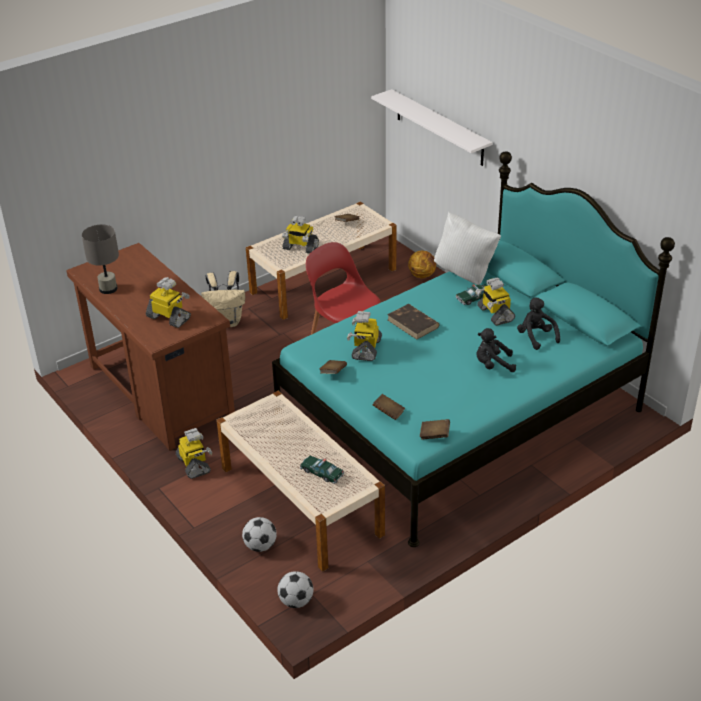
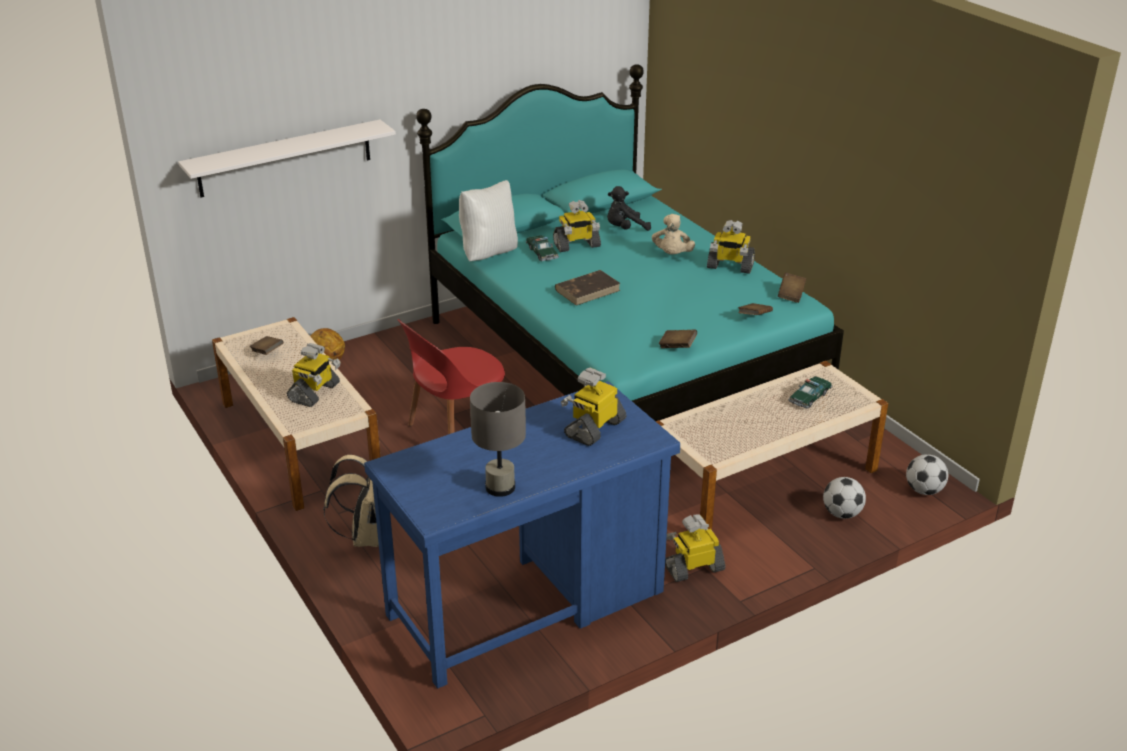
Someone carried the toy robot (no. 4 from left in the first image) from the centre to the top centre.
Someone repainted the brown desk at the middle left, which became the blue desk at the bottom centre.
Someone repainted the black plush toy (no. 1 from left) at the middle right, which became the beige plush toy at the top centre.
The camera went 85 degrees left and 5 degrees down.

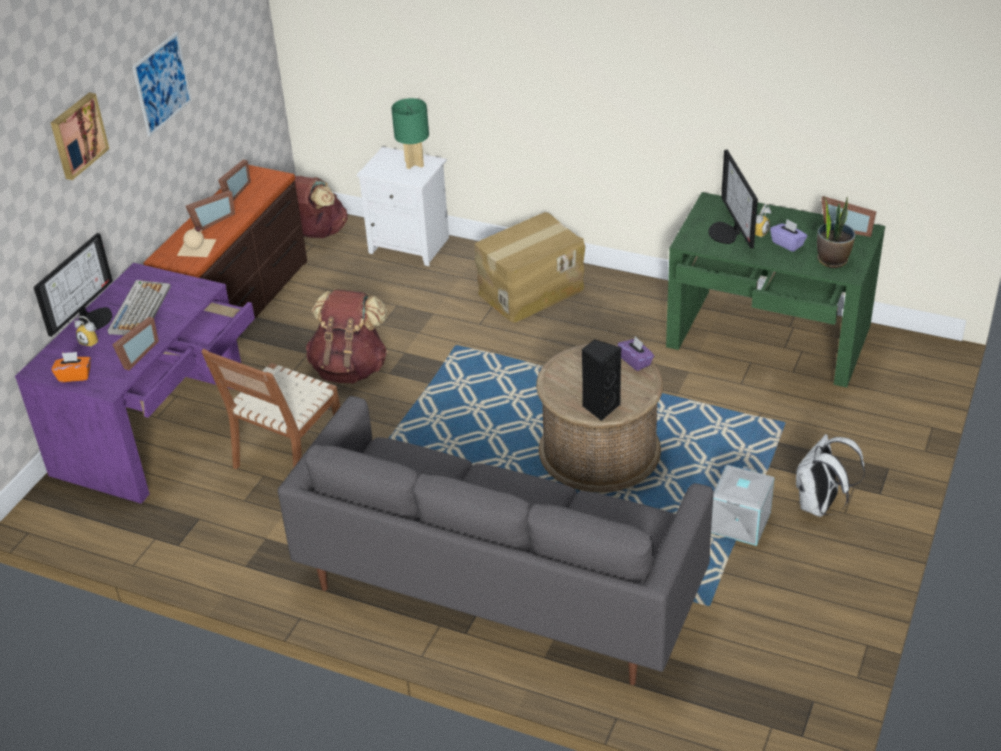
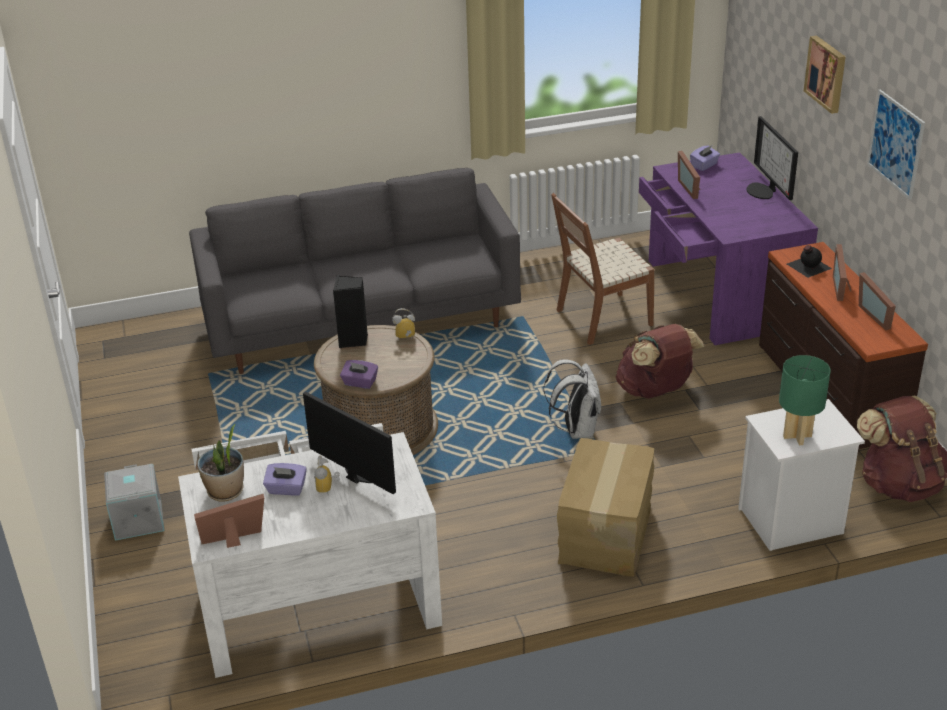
Someone took away the keyboard at the middle left.
Someone carried the alarm clock (no. 1 from left in the first image) from the middle left to the centre.
Someone carried the grey storage box from the bottom right to the bottom left.
Someone carried the white backpack from the middle right to the centre.
Someone repainted the orange tissue box at the middle left, which became the purple tissue box (no. 3 from left) at the top right.
Someone repainted the beige bottle at the top left, which became the black bottle at the middle right.
Someone repainted the green desk at the middle right, which became the white desk at the bottom left.
Someone rotated the chair at the middle left by 105 degrees counterclockwise.
The camera went 140 degrees right and 5 degrees down.

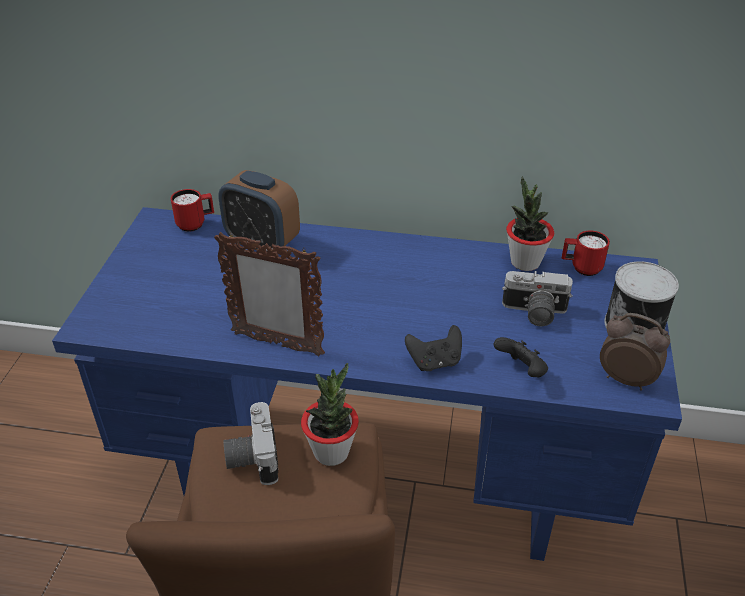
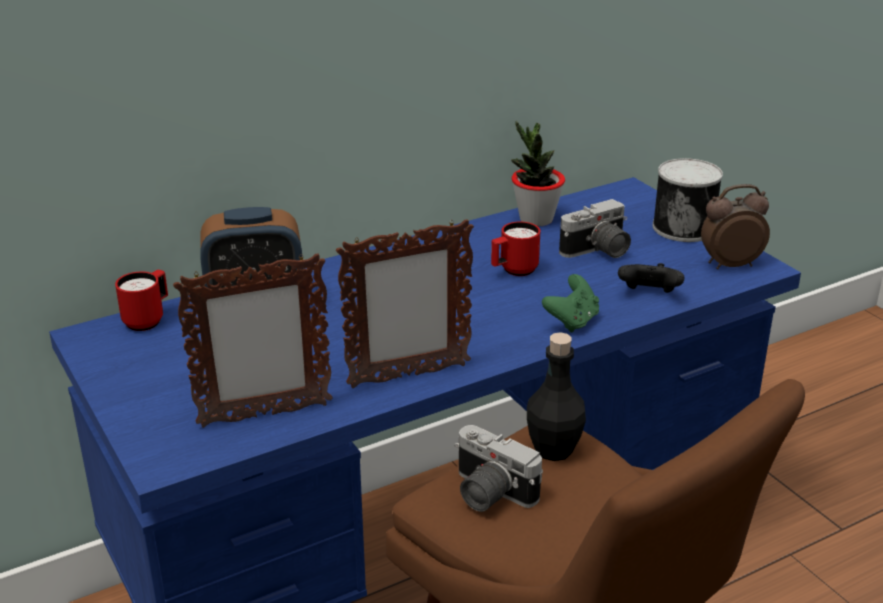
Someone put down the picture frame (no. 1 from left) at the middle left.
Someone carried the red mug (no. 2 from left) from the middle right to the centre.
Someone swapped the potted plant (no. 1 from left) at the bottom centre for the black bottle at the centre.
Someone repainted the black game controller (no. 1 from left) at the centre, which became the green game controller at the centre.
The camera went 40 degrees left and 10 degrees down.

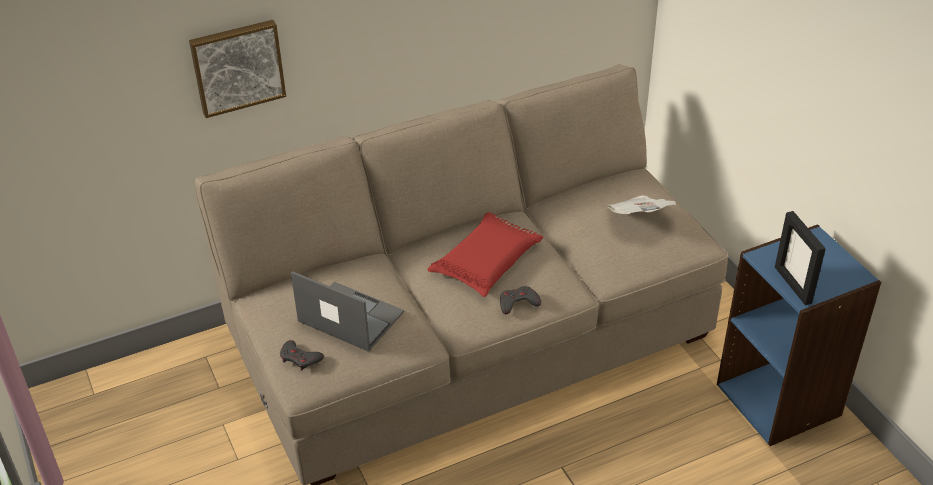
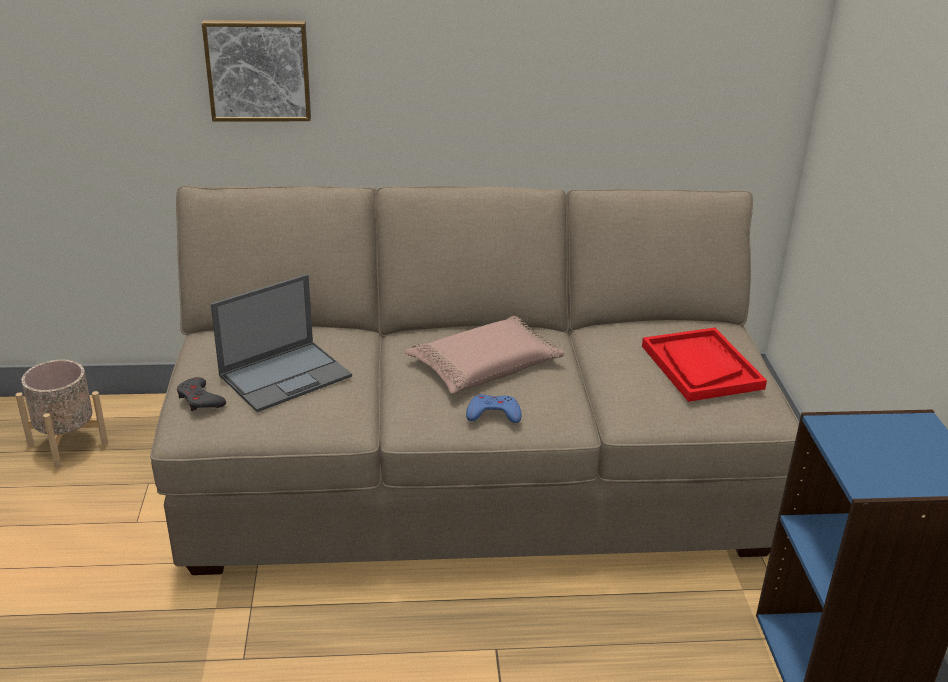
Someone took away the picture frame at the middle right.
Someone put down the beige planter at the middle left.
Someone swapped the newspaper at the middle right for the red tray at the middle right.
Someone repainted the red pillow at the centre, which became the beige pillow at the centre.
Someone repainted the grey game controller (no. 2 from left) at the centre, which became the blue game controller at the centre.
Someone rotated the laptop at the centre by 90 degrees clockwise.
The camera went 20 degrees right and 10 degrees down.

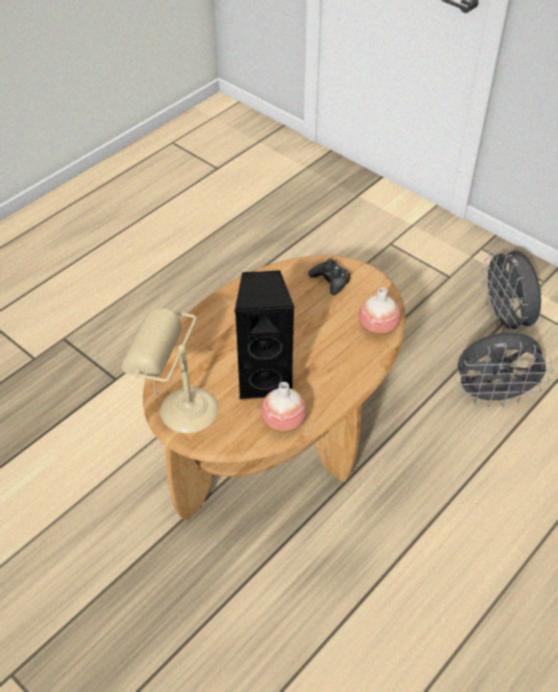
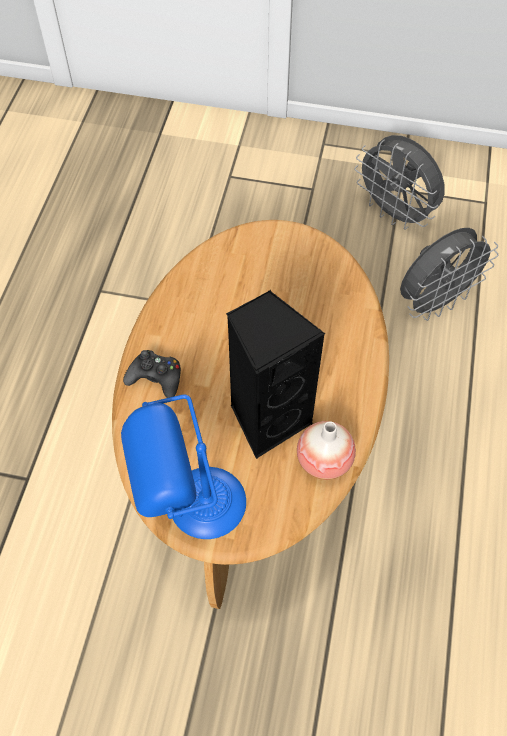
Someone took away the vase (no. 2 from left) at the middle right.
Someone carried the black game controller from the centre to the middle left.
Someone repainted the beige table lamp at the middle left, which became the blue table lamp at the centre.
The camera went 30 degrees left and 10 degrees up.

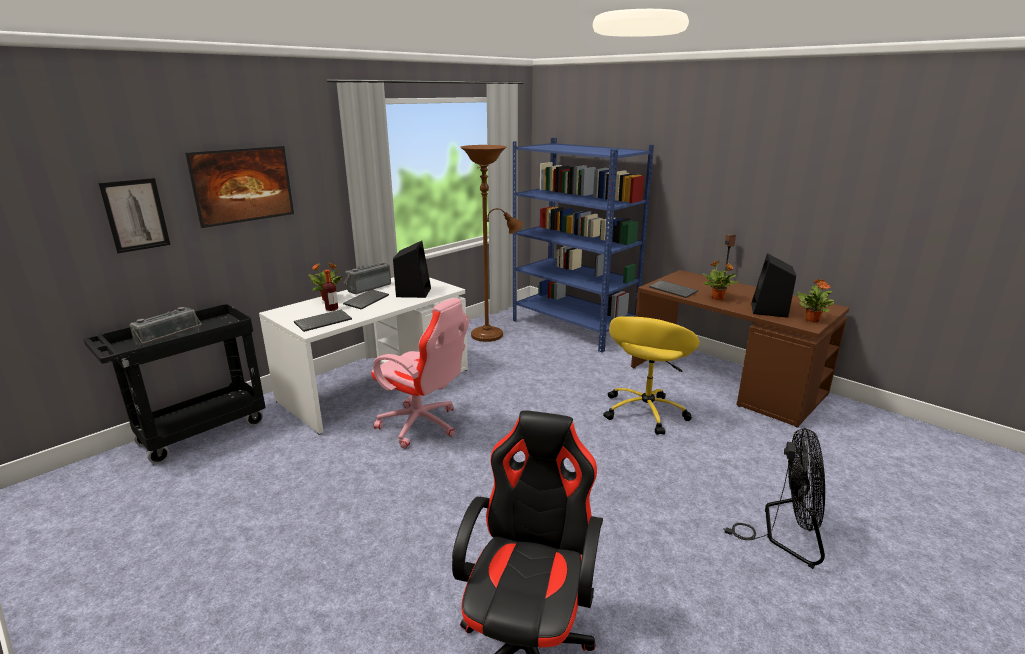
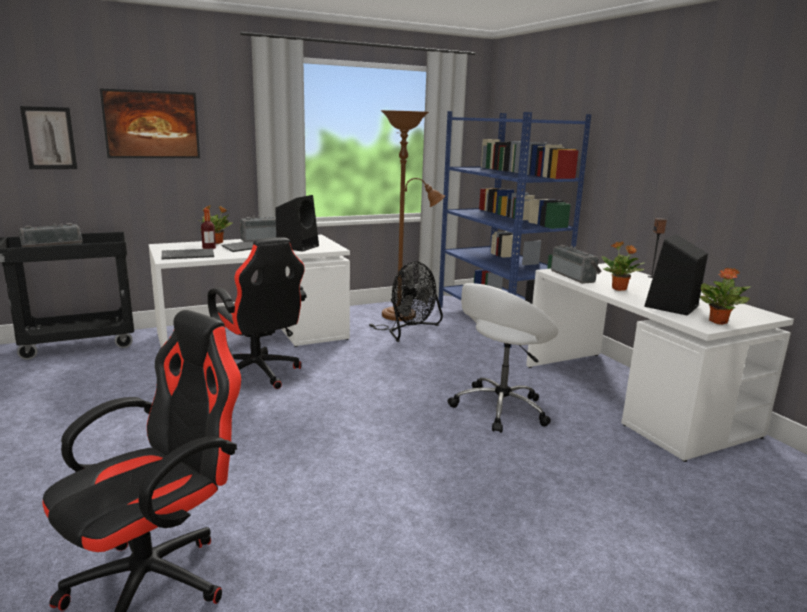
Someone carried the black fan from the bottom right to the centre.
Someone swapped the keyboard (no. 3 from left) at the centre for the radio (no. 3 from left) at the middle right.
Someone repainted the pink office chair at the centre, which became the black office chair (no. 2 from left) at the middle left.
Someone repainted the yellow office chair at the centre, which became the white office chair at the centre.
Someone repainted the brown desk at the middle right, which became the white desk (no. 2 from left) at the middle right.
The camera went 20 degrees right and 5 degrees down.

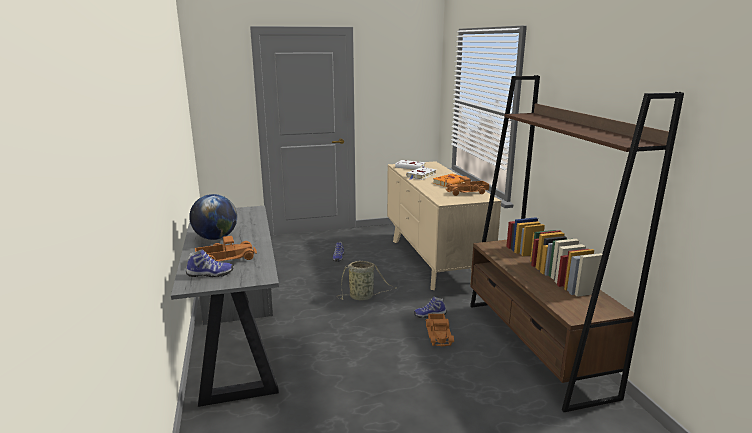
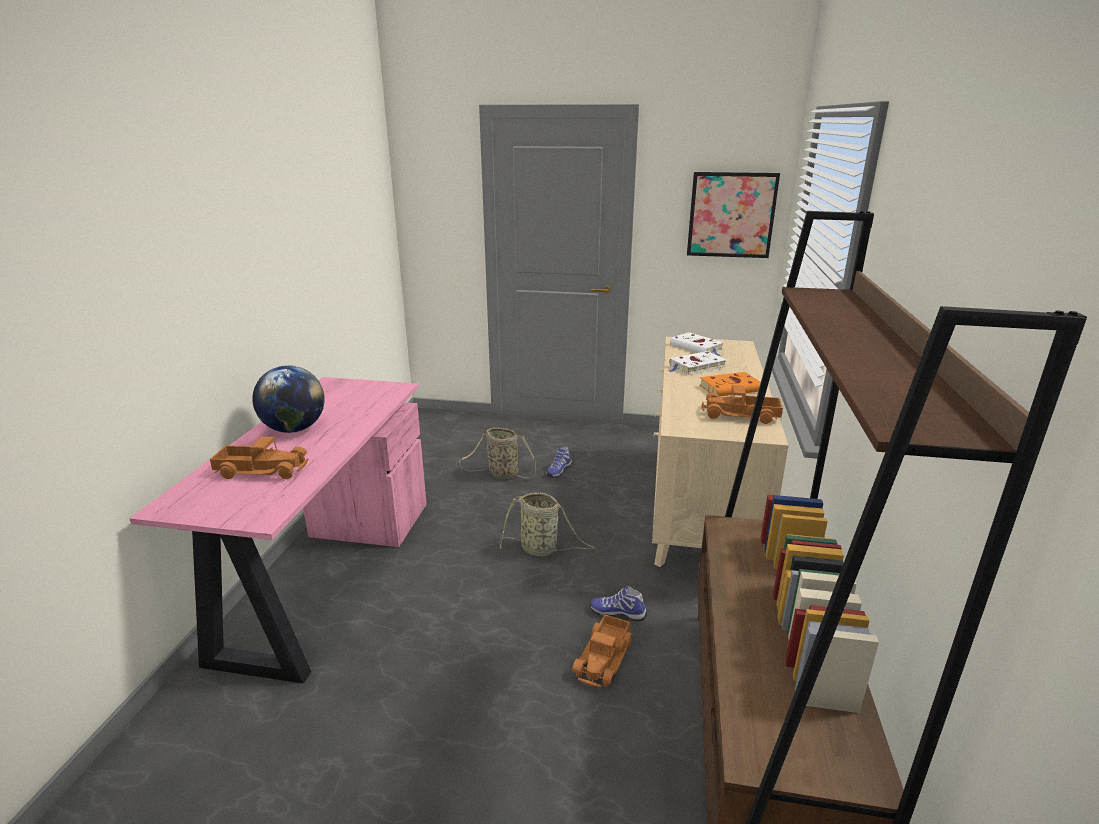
Someone took away the shoe (no. 1 from left) at the middle left.
Someone put down the basket (no. 1 from left) at the centre.
Someone put up the picture at the top right.
Someone repainted the grey desk at the bottom left, which became the pink desk at the middle left.
The camera went 25 degrees right and 5 degrees up.

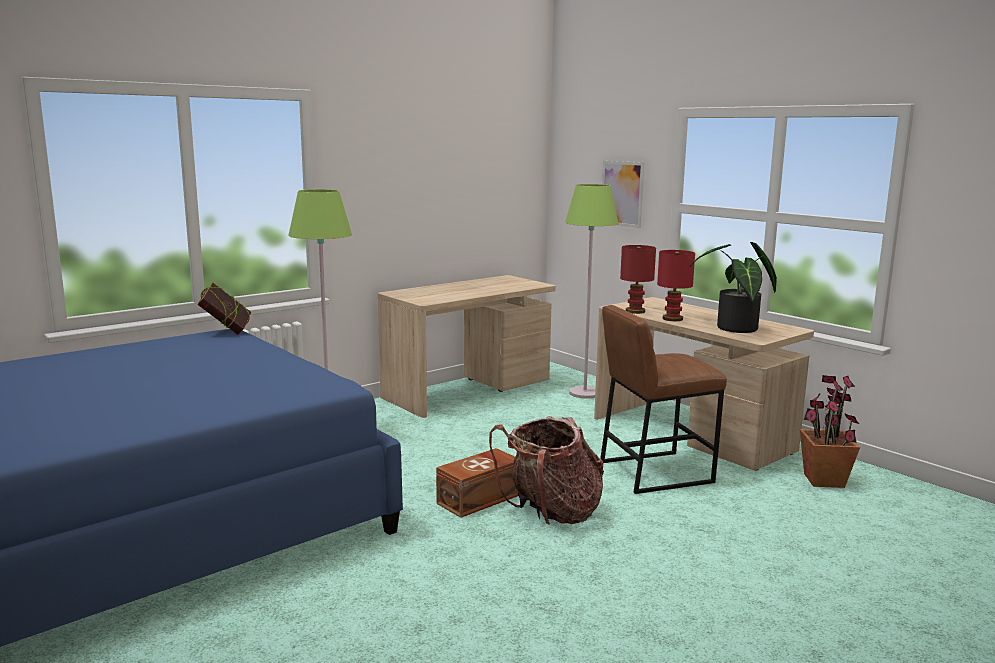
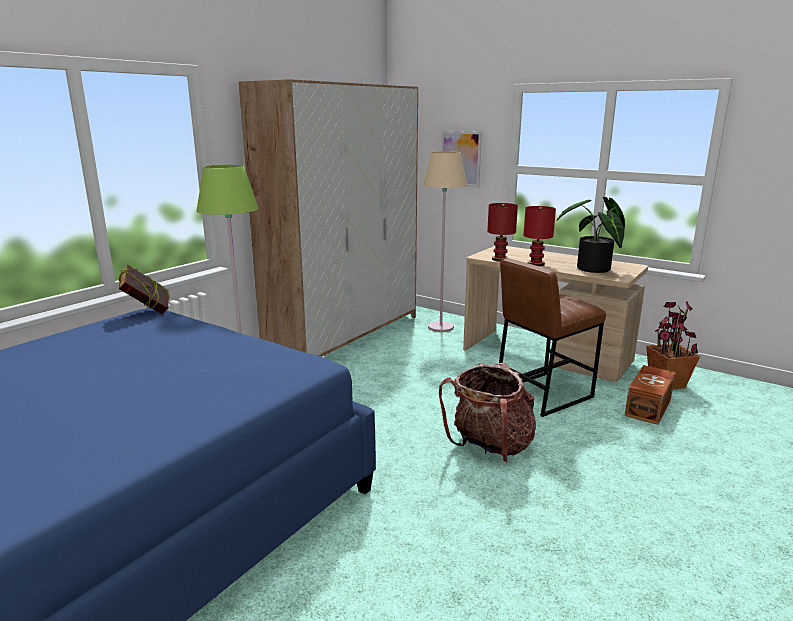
Someone carried the brown storage box from the bottom centre to the middle right.
Someone swapped the beige desk (no. 1 from left) at the centre for the white wardrobe at the centre.
Someone repainted the green floor lamp (no. 2 from left) at the centre, which became the beige floor lamp at the centre.
The camera went 15 degrees left and 5 degrees up.

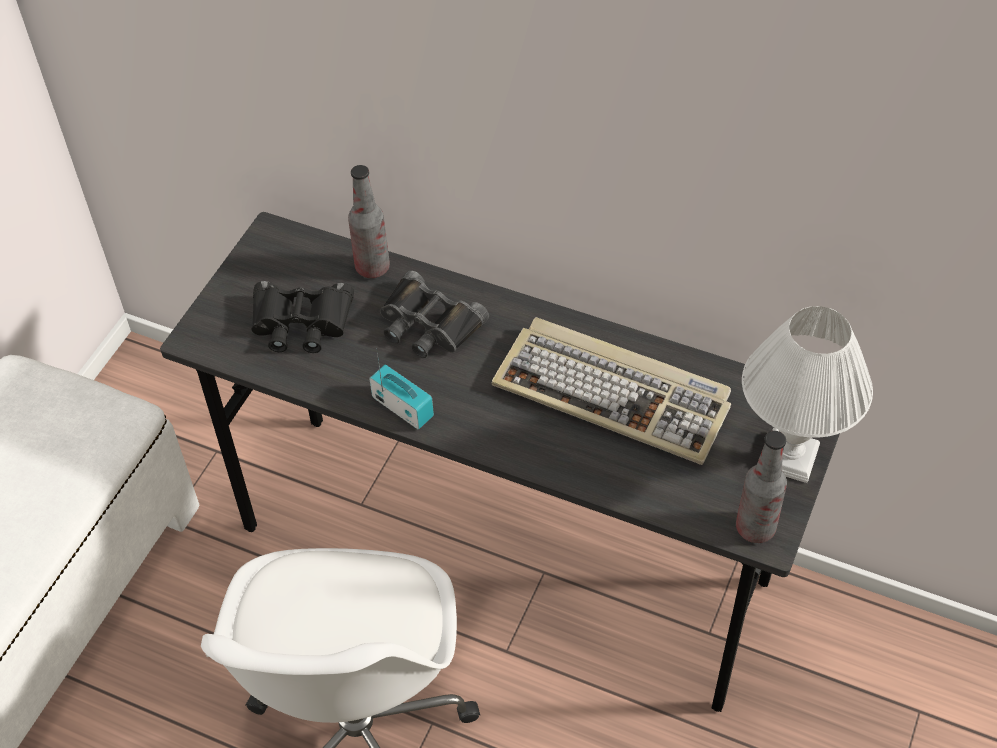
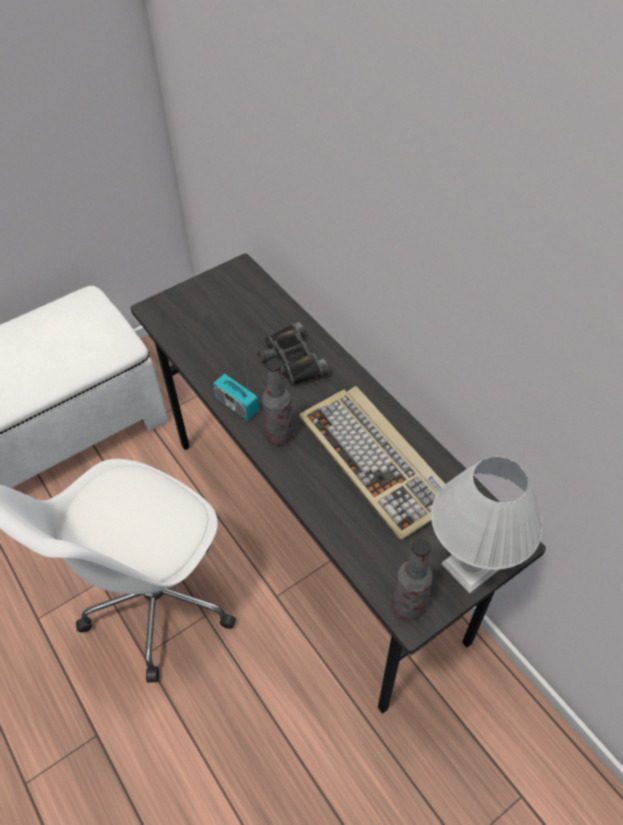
Someone took away the black binoculars (no. 1 from left) at the middle left.
Someone carried the bottle (no. 1 from left) from the top centre to the centre.
Someone rotated the radio at the centre by 150 degrees clockwise.
The camera went 30 degrees right and 0 degrees up.

